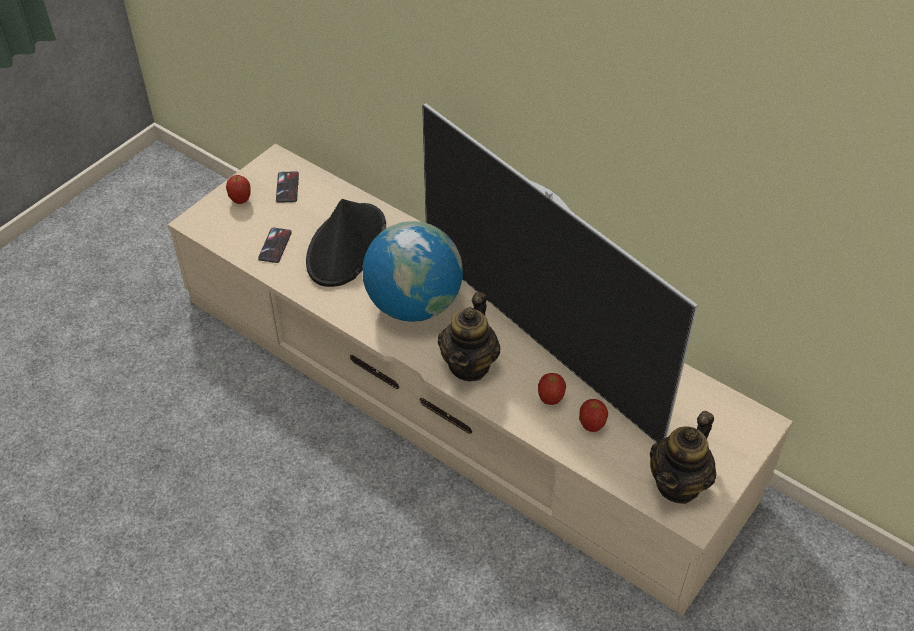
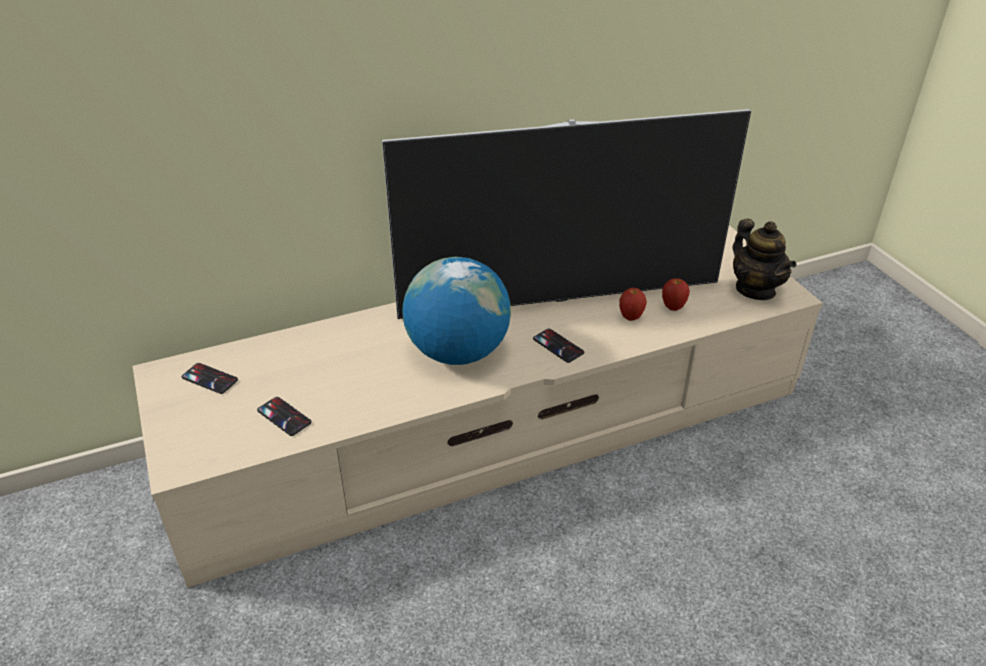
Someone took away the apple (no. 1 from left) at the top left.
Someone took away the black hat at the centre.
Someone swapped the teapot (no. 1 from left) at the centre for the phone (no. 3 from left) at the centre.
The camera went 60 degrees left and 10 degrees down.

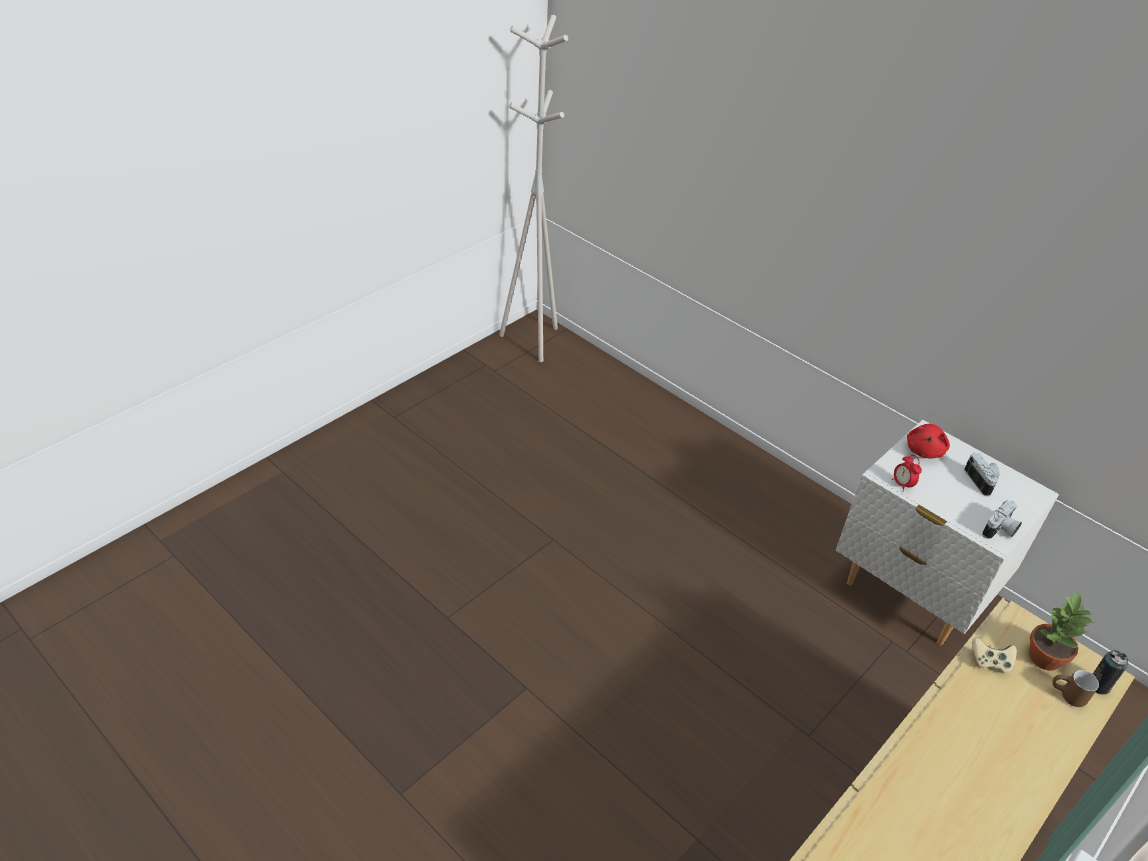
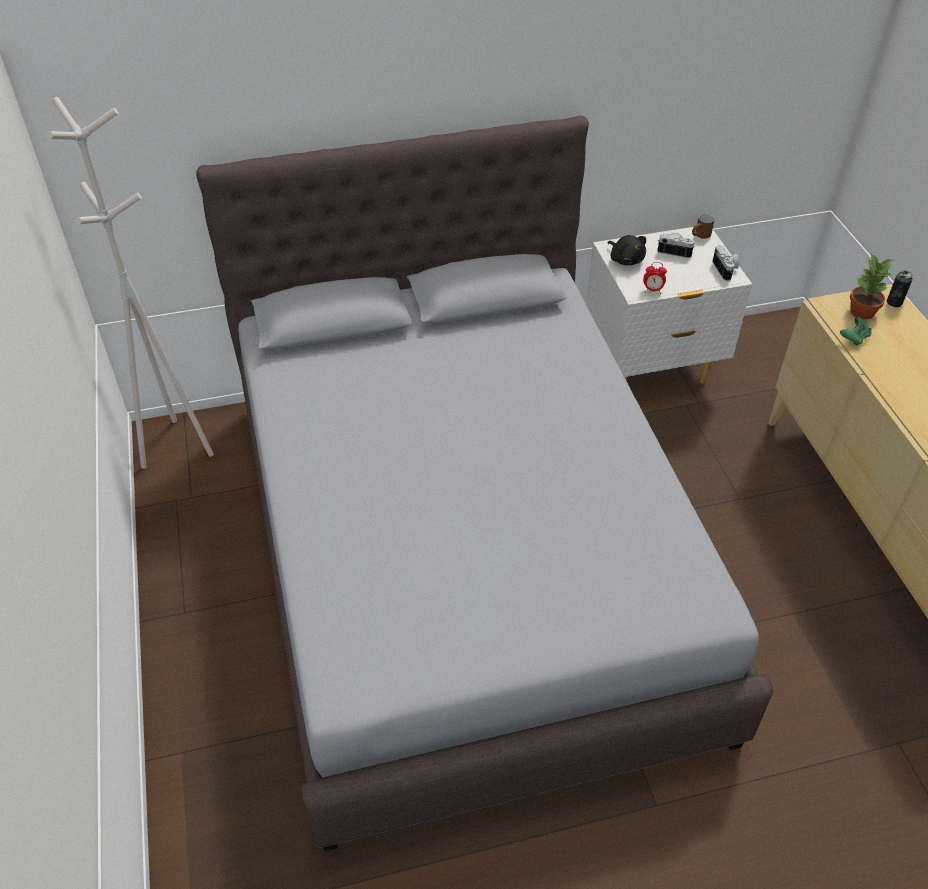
Someone put down the grey bed at the centre.
Someone carried the brown mug from the bottom right to the top right.
Someone repainted the red plush toy at the middle right, which became the black plush toy at the top right.
Someone repainted the beige game controller at the bottom right, which became the green game controller at the middle right.
The camera went 55 degrees left and 5 degrees up.

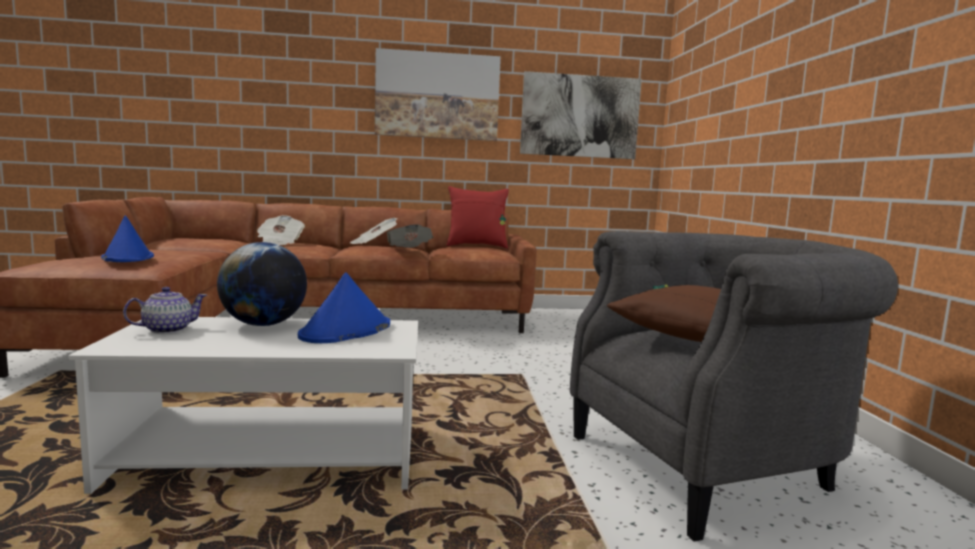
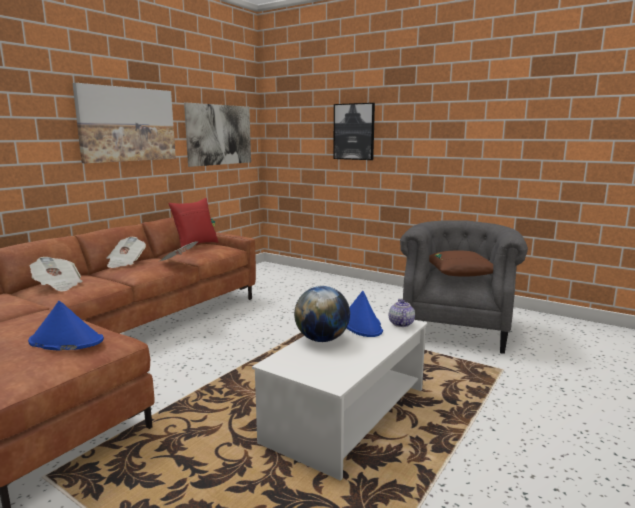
Someone put up the picture (no. 3 from left) at the top centre.
Someone carried the teapot from the middle left to the centre.
The camera went 50 degrees left and 5 degrees up.

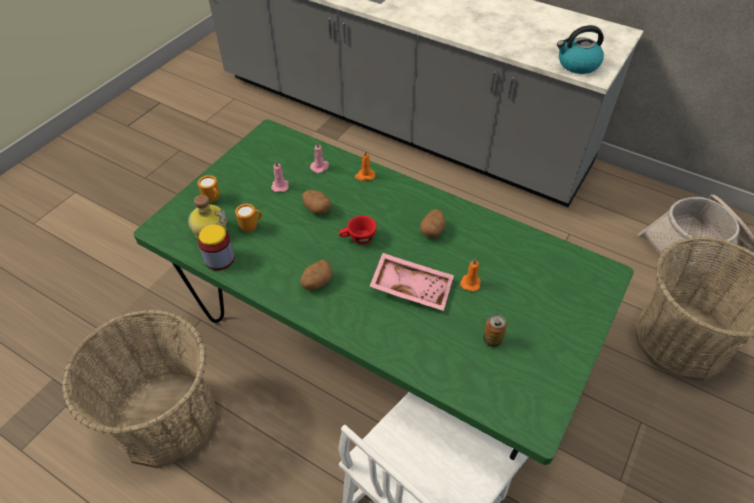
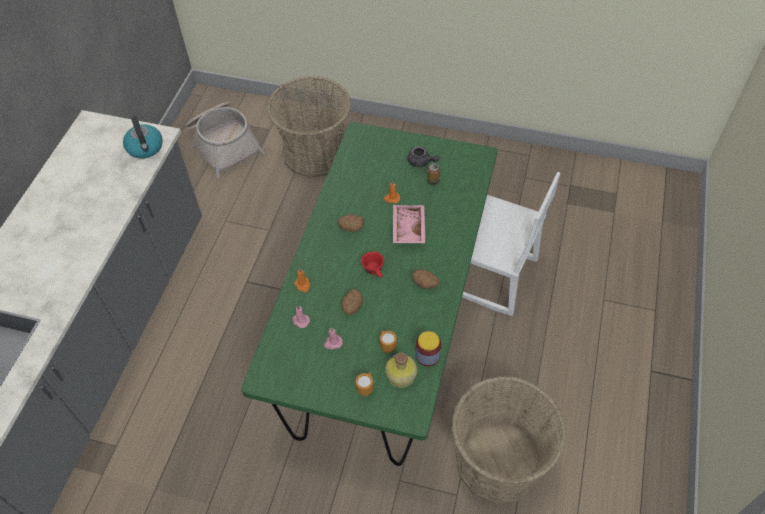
Someone put down the grey teapot at the top centre.
The camera went 105 degrees left and 5 degrees up.

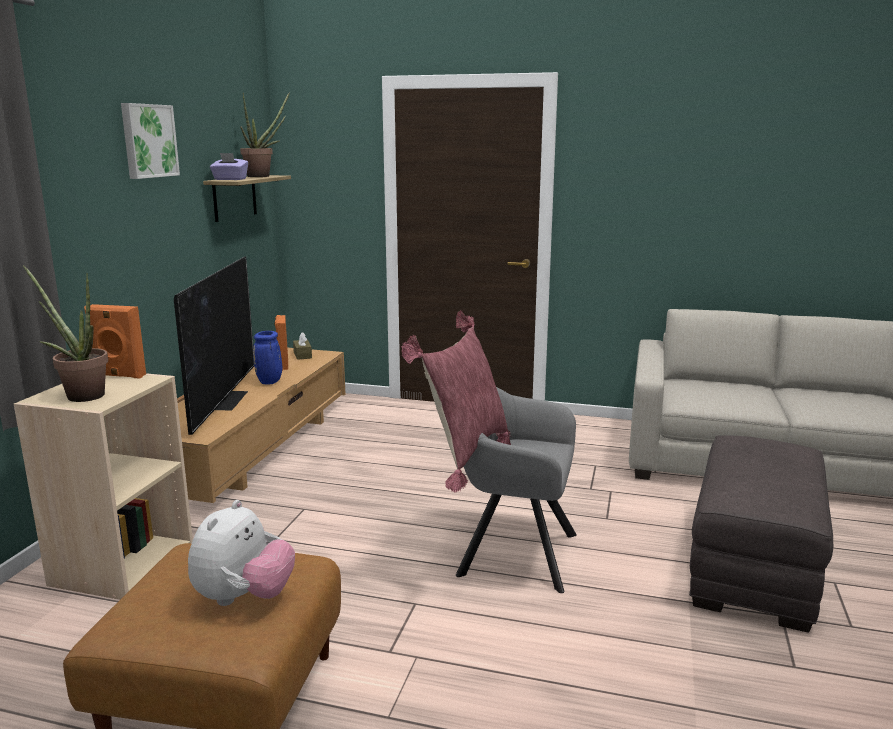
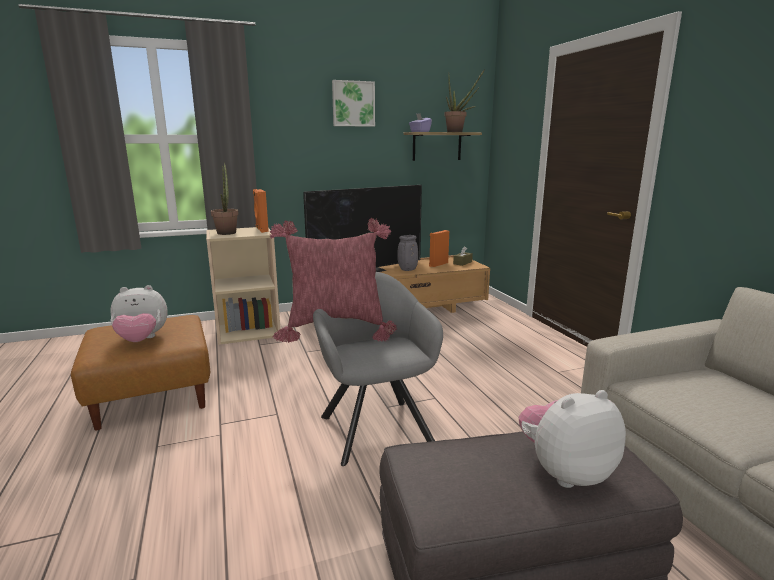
Someone put down the plush toy (no. 2 from left) at the bottom right.
Someone repainted the blue vase at the middle left, which became the grey vase at the centre.
The camera went 55 degrees right and 0 degrees up.

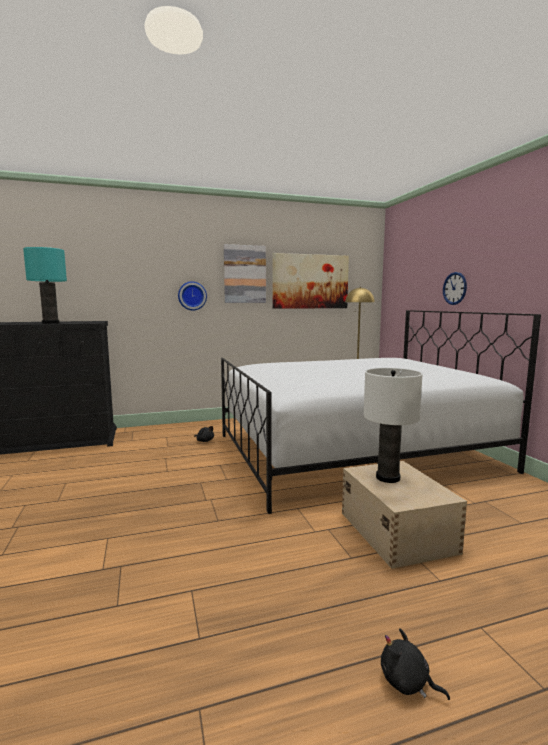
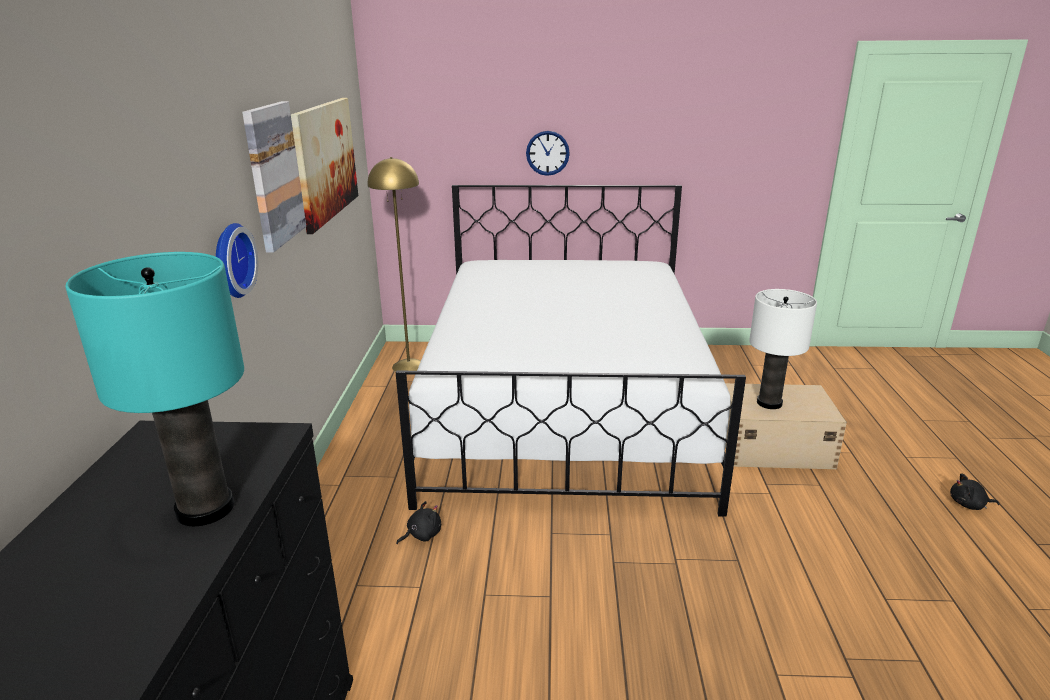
Someone rotated the black plush toy (no. 2 from left) at the bottom right by 45 degrees clockwise.
The camera went 70 degrees left and 15 degrees up.

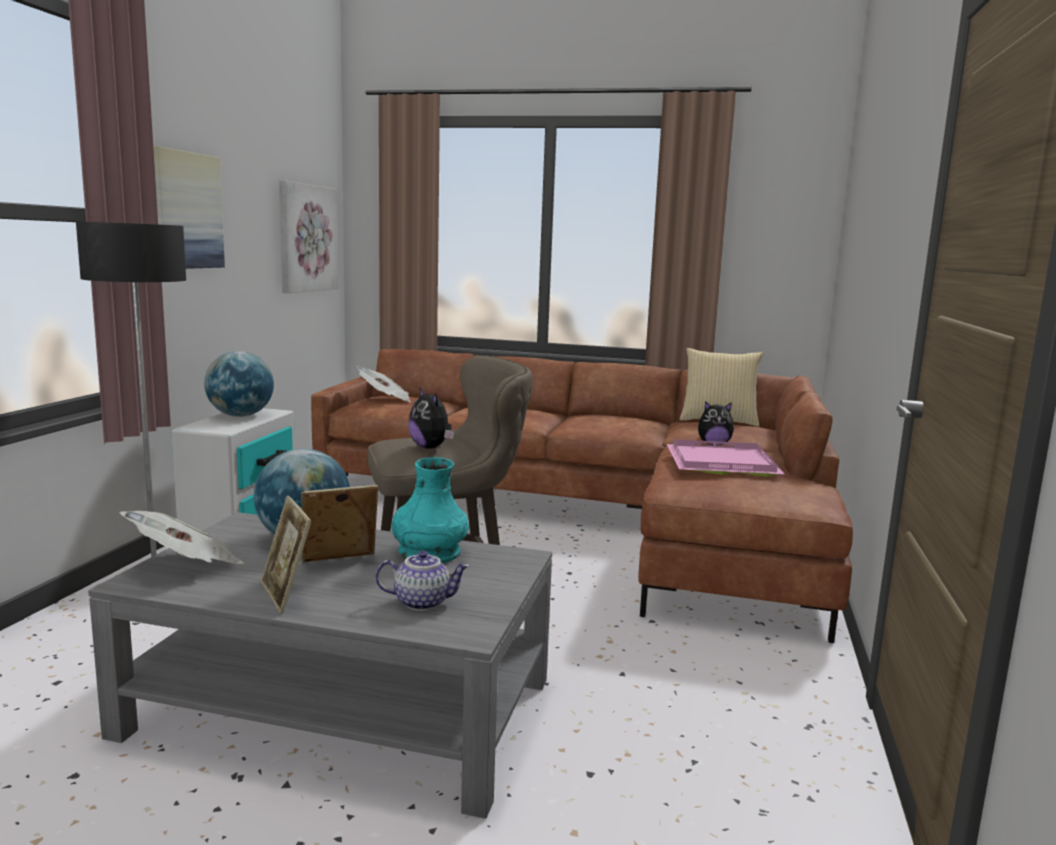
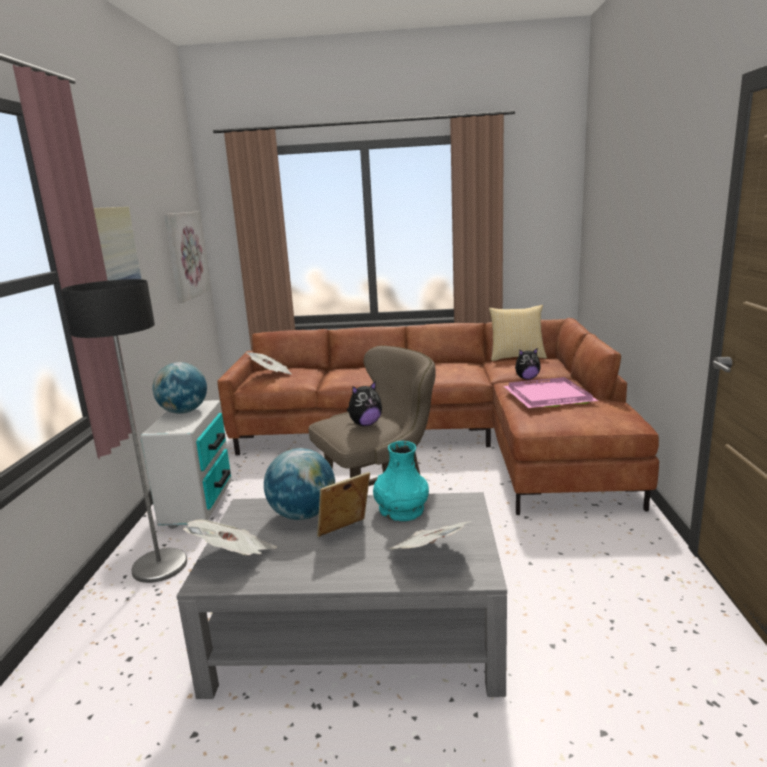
Someone took away the picture frame (no. 1 from left) at the middle left.
Someone swapped the teapot at the bottom centre for the newspaper (no. 3 from left) at the bottom centre.
Someone rotated the plush toy (no. 1 from left) at the centre by 75 degrees counterclockwise.
The camera went 10 degrees left and 5 degrees up.

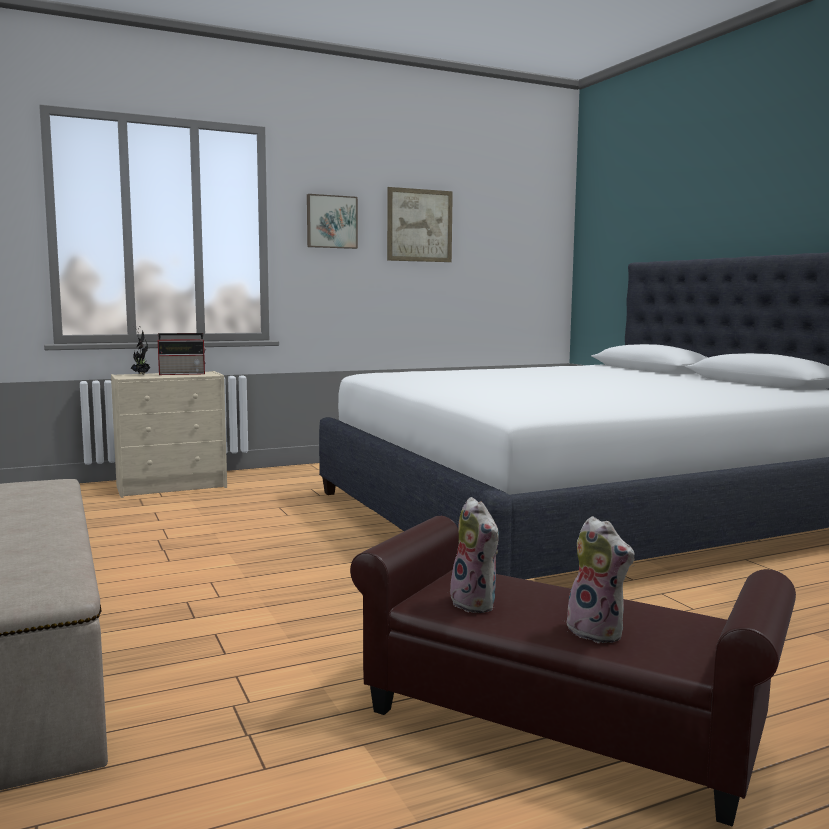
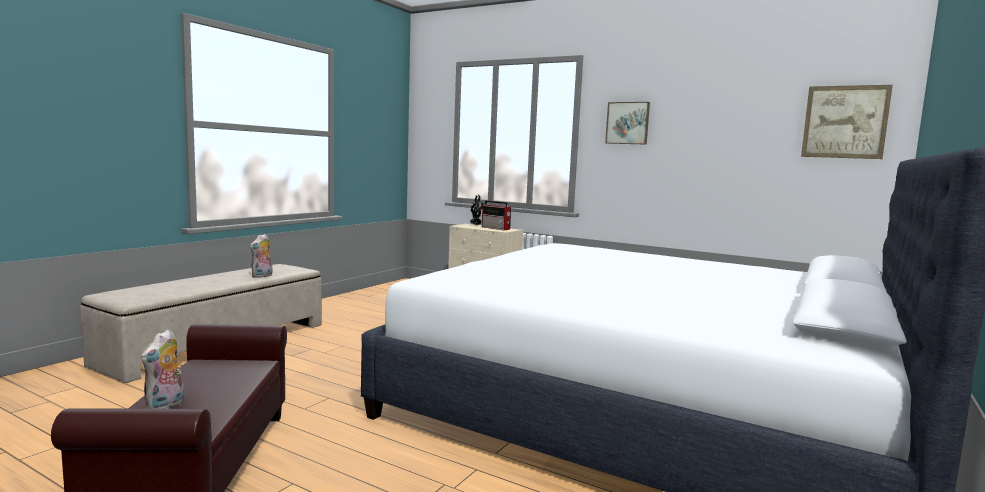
Someone carried the picture (no. 2 from left) from the top centre to the top right.
Someone carried the plush toy (no. 1 from left in the first image) from the bottom centre to the middle left.
The camera went 55 degrees right and 0 degrees up.

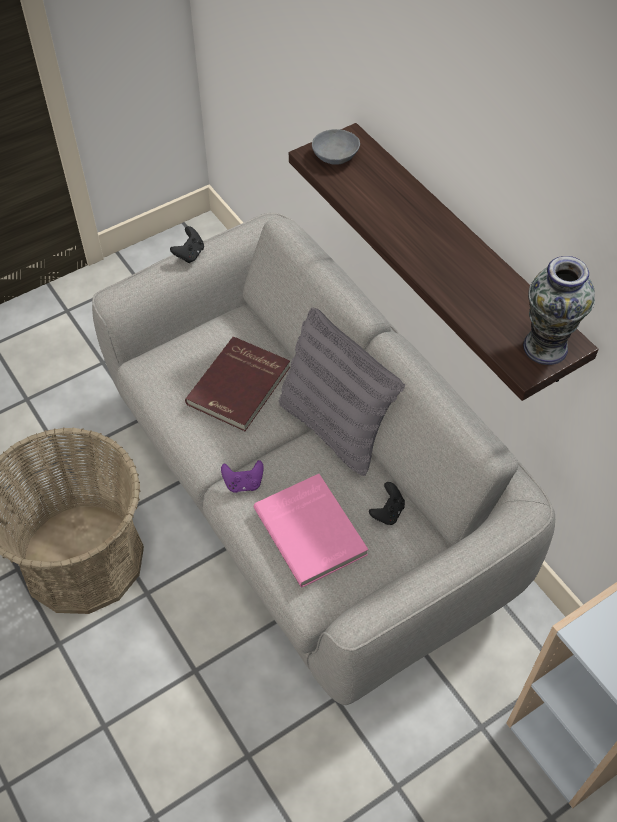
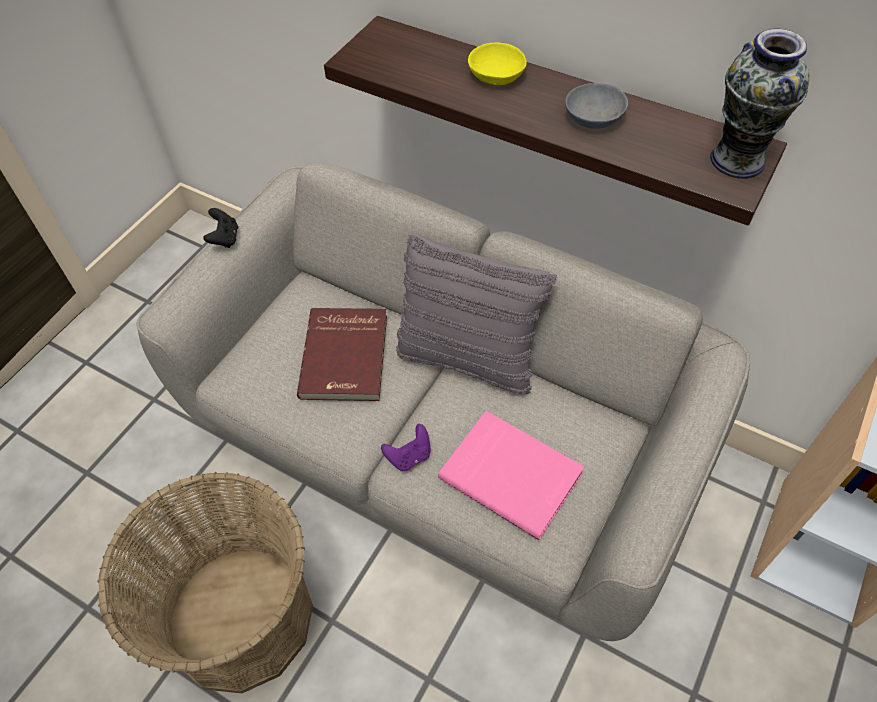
Someone took away the black game controller (no. 2 from left) at the centre.
Someone put down the yellow bowl at the top centre.
Someone carried the grey bowl from the top centre to the top right.
The camera went 25 degrees left and 0 degrees up.

